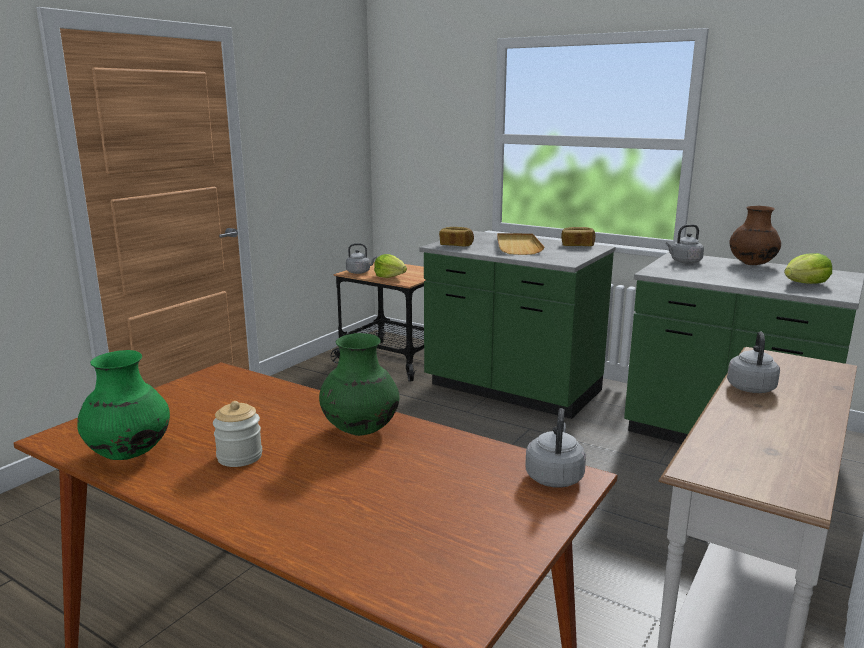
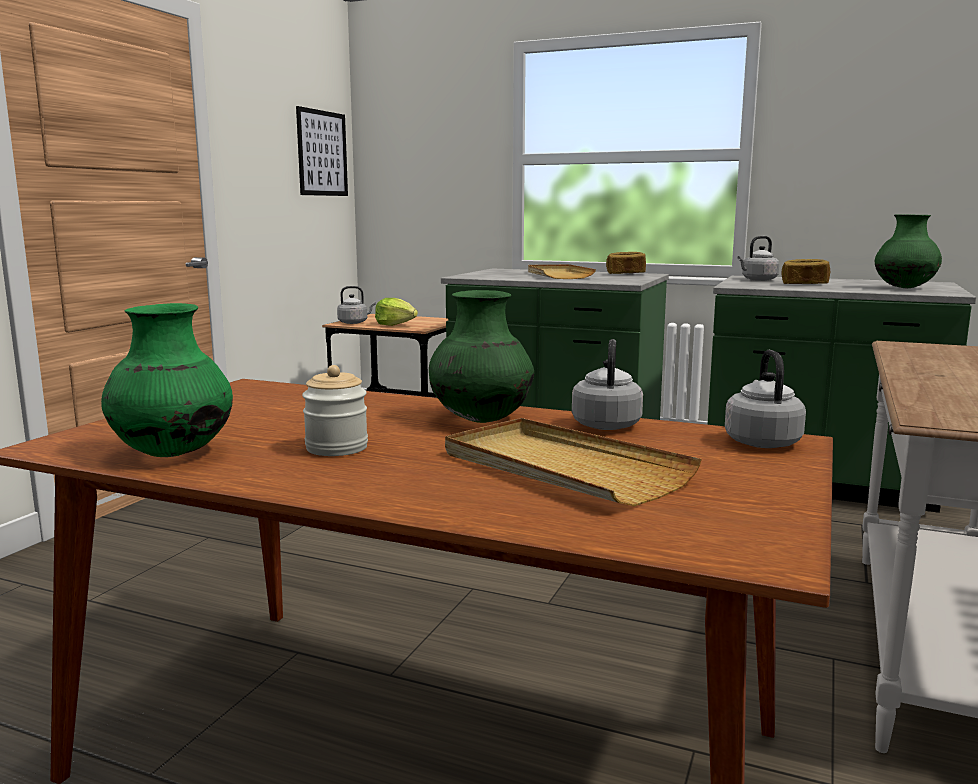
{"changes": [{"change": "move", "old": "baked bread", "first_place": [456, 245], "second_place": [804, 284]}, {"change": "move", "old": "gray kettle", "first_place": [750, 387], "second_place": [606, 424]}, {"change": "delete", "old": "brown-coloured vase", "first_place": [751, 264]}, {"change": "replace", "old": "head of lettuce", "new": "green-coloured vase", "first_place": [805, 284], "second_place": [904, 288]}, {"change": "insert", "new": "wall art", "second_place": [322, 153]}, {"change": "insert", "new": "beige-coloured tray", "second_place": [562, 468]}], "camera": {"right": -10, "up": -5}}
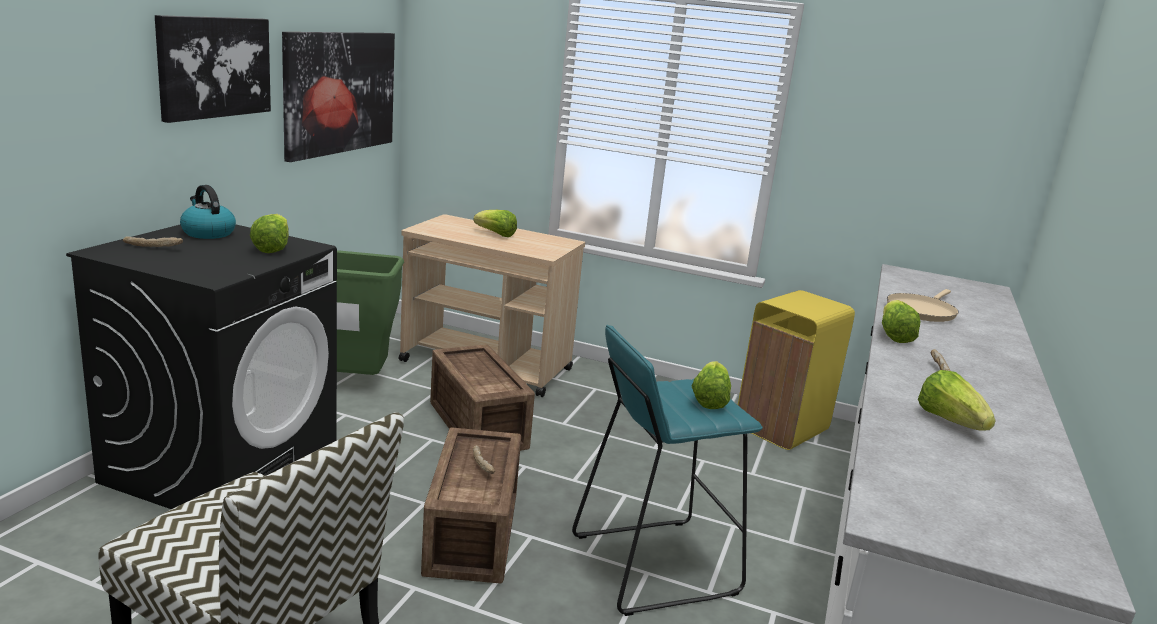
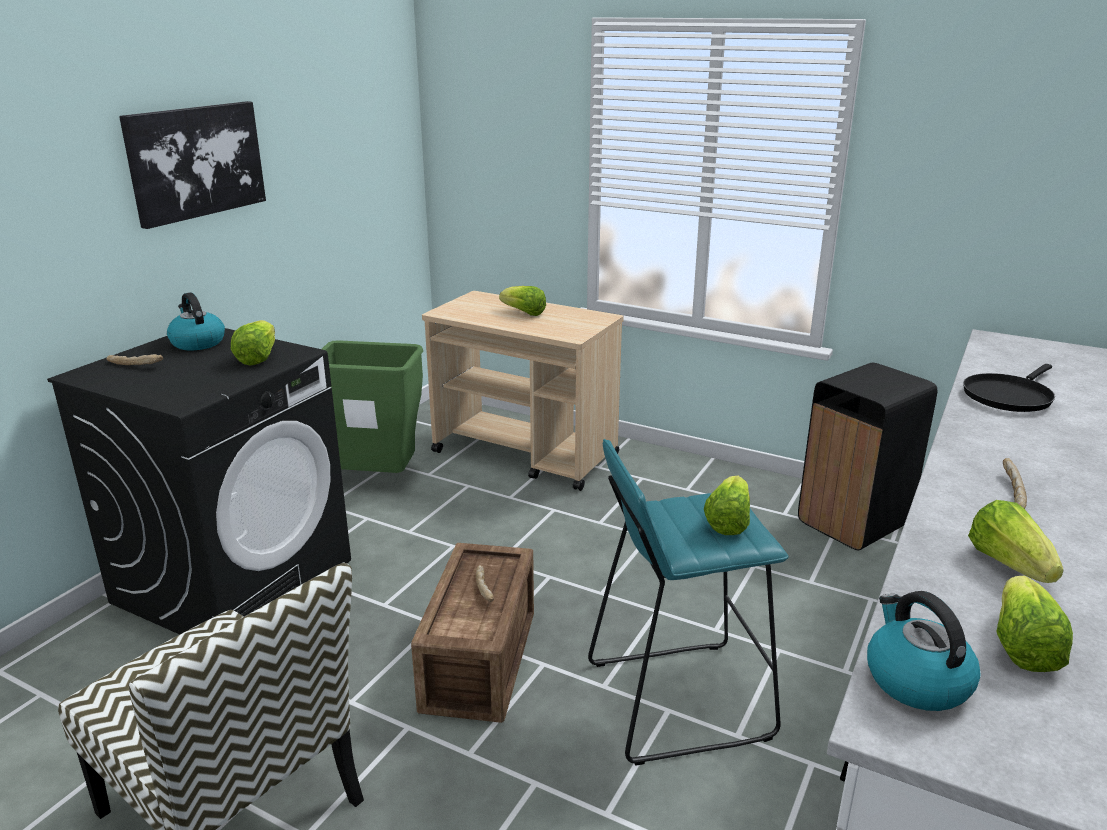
{"changes": [{"change": "delete", "old": "wall art", "first_place": [340, 92]}, {"change": "delete", "old": "shipping crate", "first_place": [479, 424]}, {"change": "recolor", "old": "yellowish trash can", "new": "black trash can", "first_place": [780, 428], "second_place": [852, 522]}, {"change": "move", "old": "head of lettuce", "first_place": [894, 336], "second_place": [1022, 646]}, {"change": "recolor", "old": "beige-coloured skillet", "new": "black skillet", "first_place": [922, 311], "second_place": [1009, 396]}, {"change": "insert", "new": "kettle", "second_place": [915, 680]}], "camera": {"right": 10, "up": 5}}
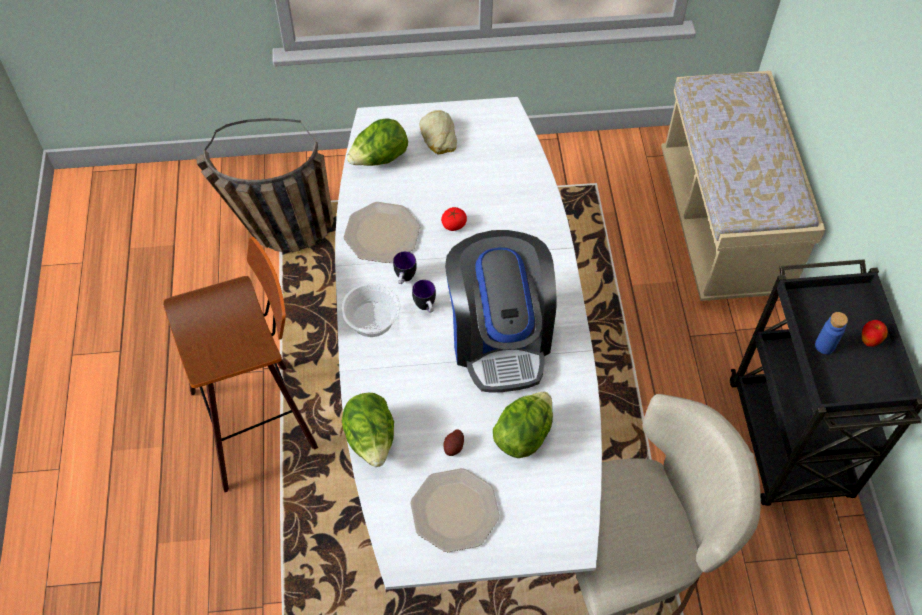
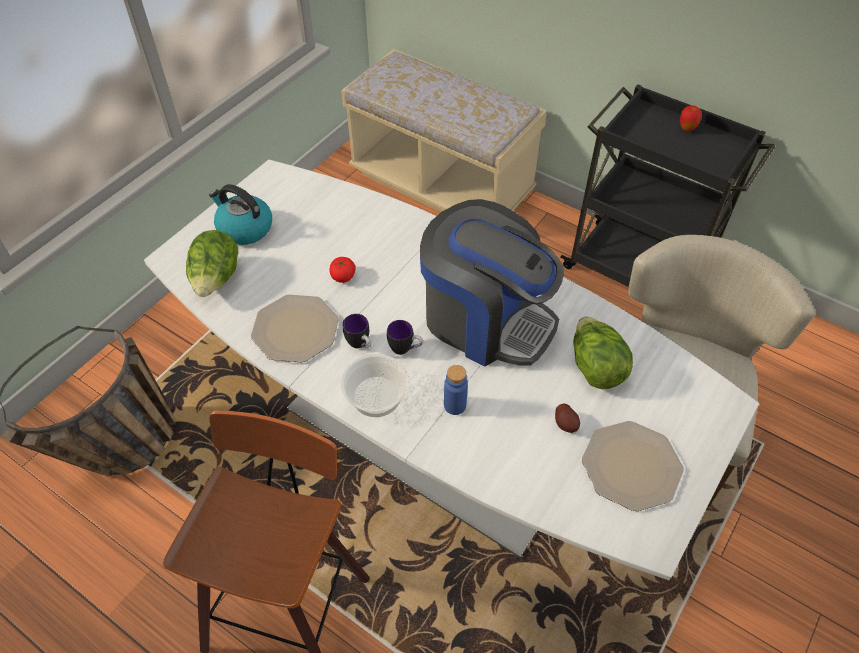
{"changes": [{"change": "delete", "old": "head of lettuce", "first_place": [371, 439]}, {"change": "replace", "old": "baked bread", "new": "kettle", "first_place": [438, 137], "second_place": [244, 228]}, {"change": "move", "old": "blue drink bottle", "first_place": [824, 346], "second_place": [455, 405]}], "camera": {"right": -50, "up": -5}}
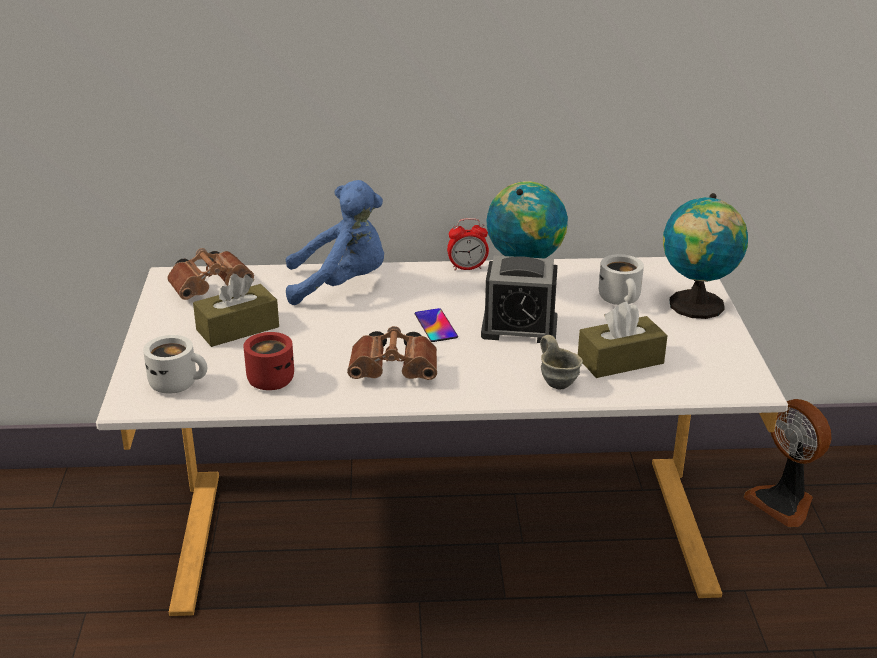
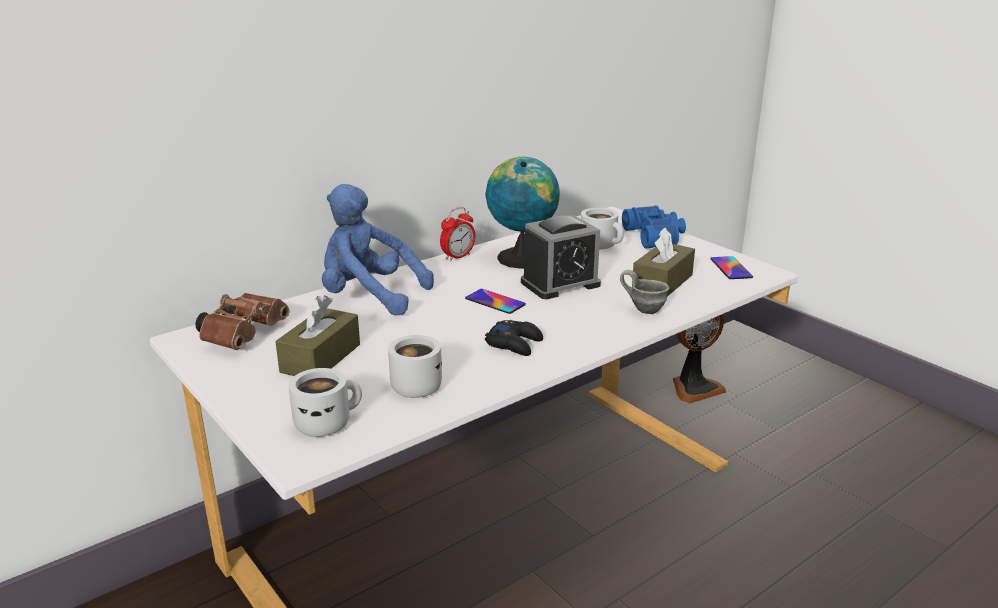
{"changes": [{"change": "recolor", "old": "red-coloured coffee mug", "new": "whitish coffee mug", "first_place": [270, 378], "second_place": [412, 386]}, {"change": "rotate", "old": "blue cuddly toy", "first_place": [341, 285], "second_place": [369, 297], "degrees": -120}, {"change": "replace", "old": "brown-coloured field glasses", "new": "black joypad", "first_place": [396, 372], "second_place": [514, 343]}, {"change": "replace", "old": "globe", "new": "blue field glasses", "first_place": [696, 307], "second_place": [655, 236]}, {"change": "rotate", "old": "electric fan", "first_place": [783, 502], "second_place": [694, 387], "degrees": -45}, {"change": "insert", "new": "handset", "second_place": [731, 268]}], "camera": {"right": -35, "up": -5}}
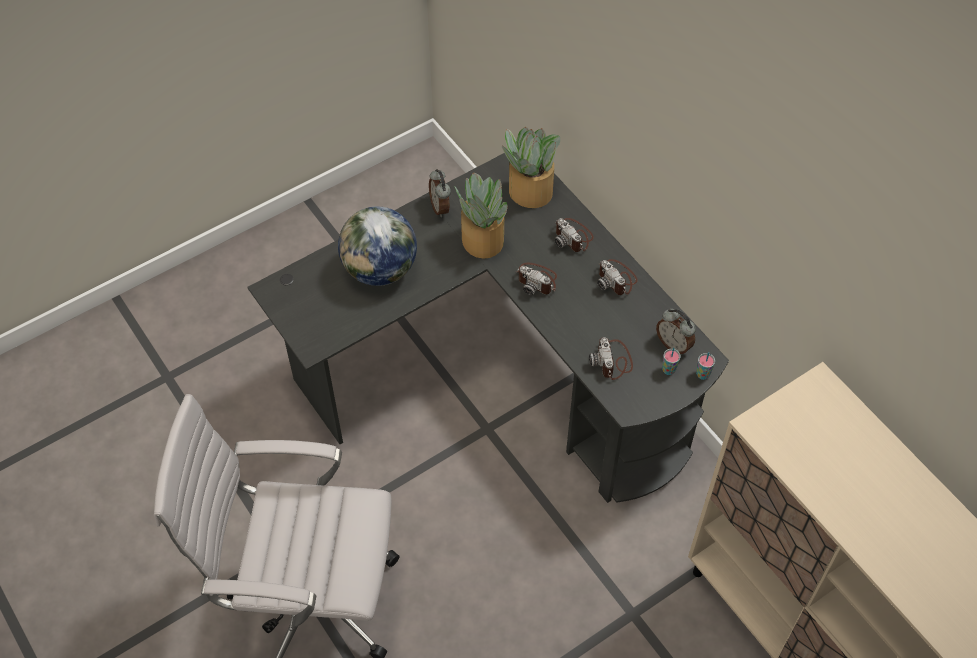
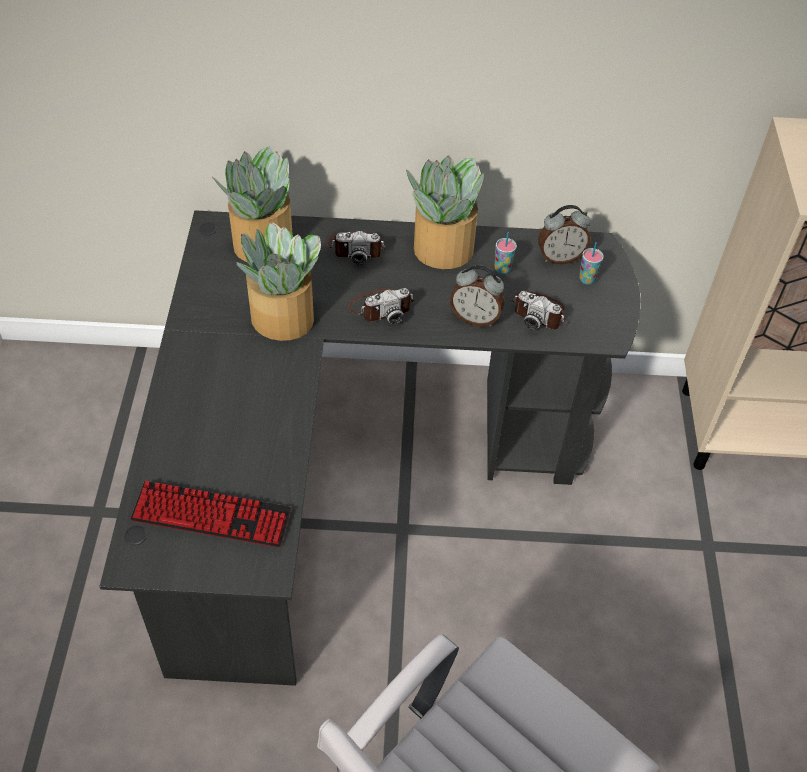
{"changes": [{"change": "delete", "old": "globe", "first_place": [380, 270]}, {"change": "move", "old": "table clock", "first_place": [440, 207], "second_place": [475, 318]}, {"change": "replace", "old": "still camera", "new": "potted plant", "first_place": [616, 279], "second_place": [442, 249]}, {"change": "move", "old": "drinking cup", "first_place": [702, 374], "second_place": [502, 269]}, {"change": "insert", "new": "PC keyboard", "second_place": [211, 515]}], "camera": {"right": -55, "up": -5}}
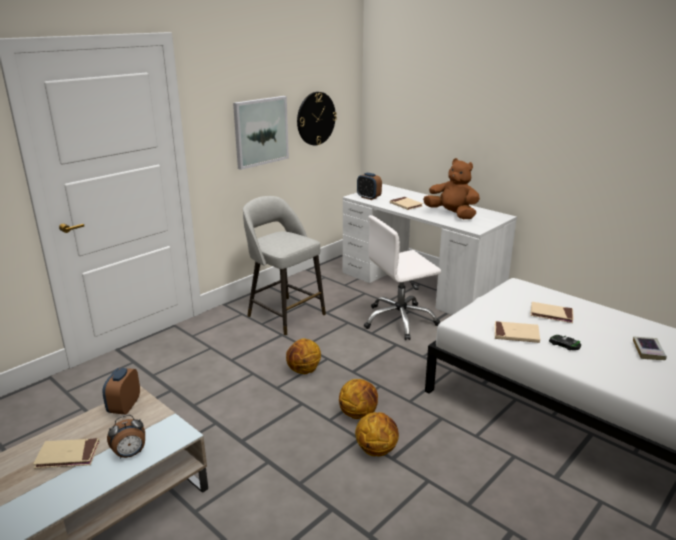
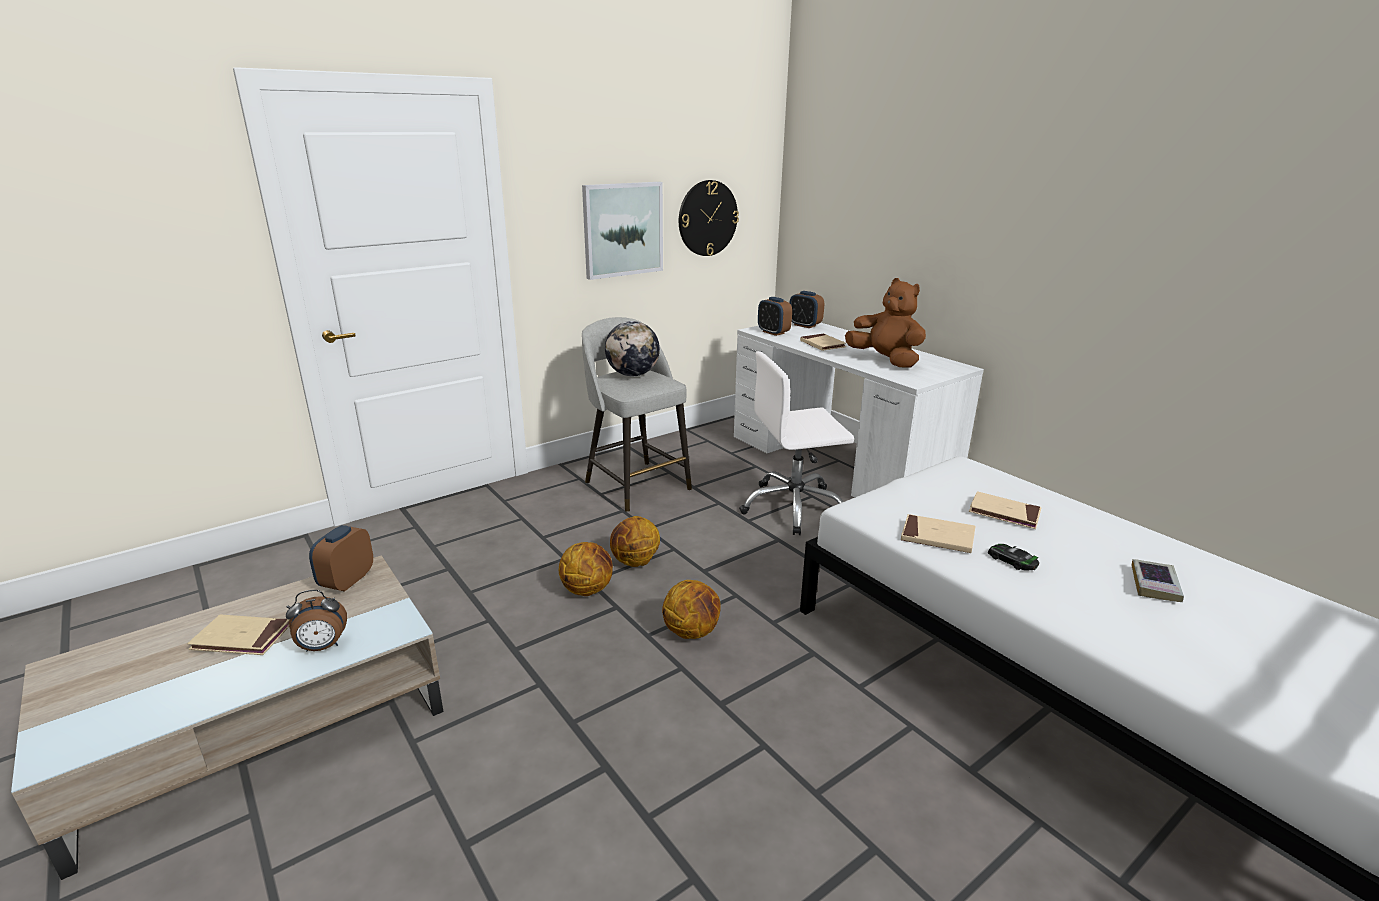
{"changes": [{"change": "move", "old": "ball for basketball", "first_place": [376, 449], "second_place": [587, 589]}, {"change": "insert", "new": "globe", "second_place": [633, 375]}, {"change": "insert", "new": "table clock", "second_place": [804, 325]}], "camera": {"right": 10, "up": 0}}
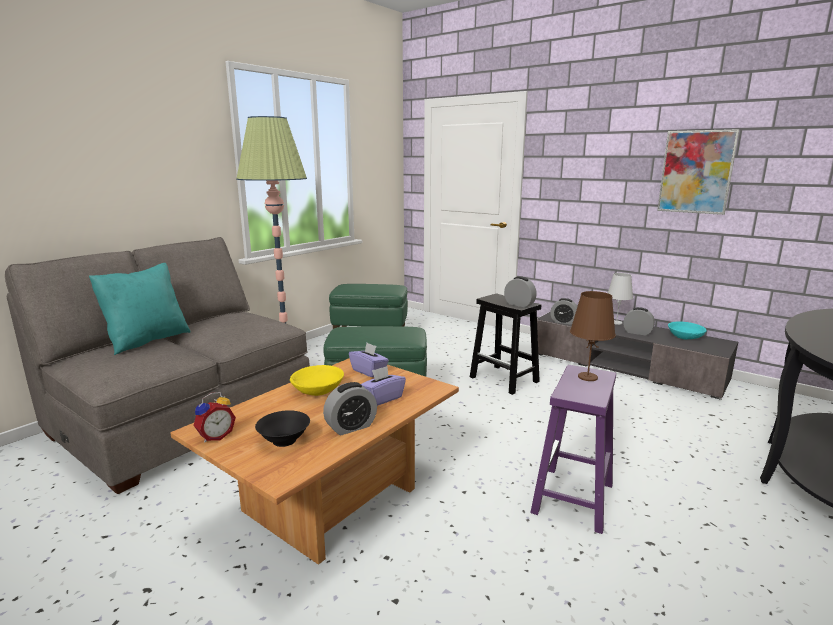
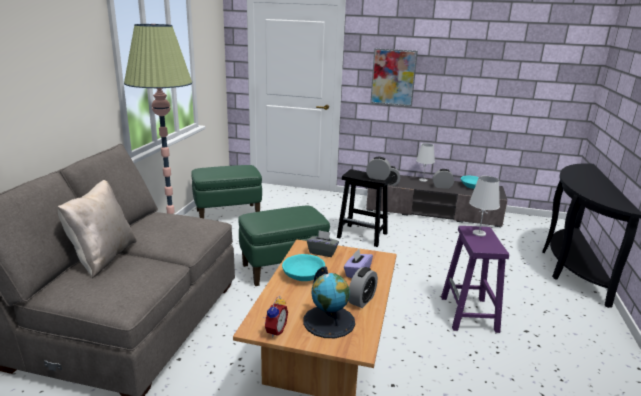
{"changes": [{"change": "recolor", "old": "turquoise cushion", "new": "beige-coloured cushion", "first_place": [147, 340], "second_place": [103, 257]}, {"change": "replace", "old": "black deep dish", "new": "globe", "first_place": [284, 440], "second_place": [329, 321]}, {"change": "recolor", "old": "yellowish deep dish", "new": "turquoise deep dish", "first_place": [318, 389], "second_place": [303, 275]}, {"change": "recolor", "old": "purple-coloured tissue box", "new": "gray tissue box", "first_place": [369, 371], "second_place": [322, 252]}, {"change": "recolor", "old": "brown-coloured lamp for a table", "new": "whitish lamp for a table", "first_place": [587, 377], "second_place": [479, 233]}, {"change": "move", "old": "wall art", "first_place": [696, 172], "second_place": [393, 77]}], "camera": {"right": -25, "up": 5}}
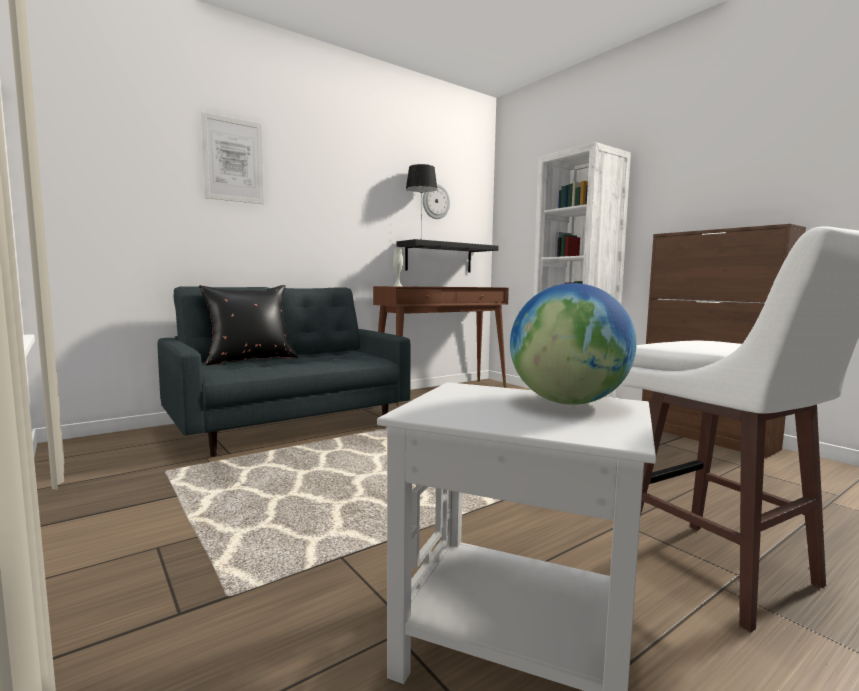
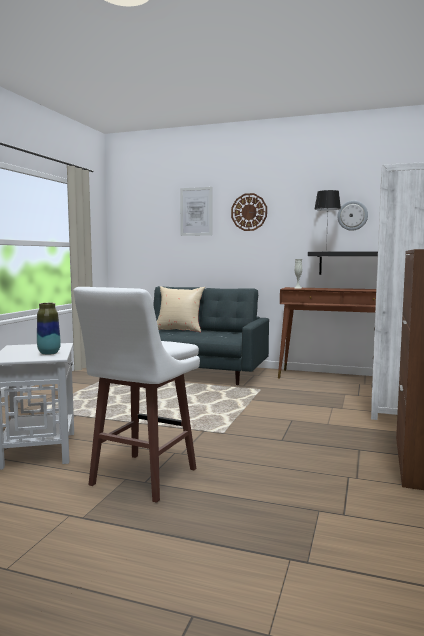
{"changes": [{"change": "recolor", "old": "black cushion", "new": "beige-coloured cushion", "first_place": [250, 360], "second_place": [179, 330]}, {"change": "replace", "old": "globe", "new": "vase", "first_place": [568, 402], "second_place": [49, 353]}, {"change": "insert", "new": "wall clock", "second_place": [249, 212]}], "camera": {"right": 55, "up": 0}}
